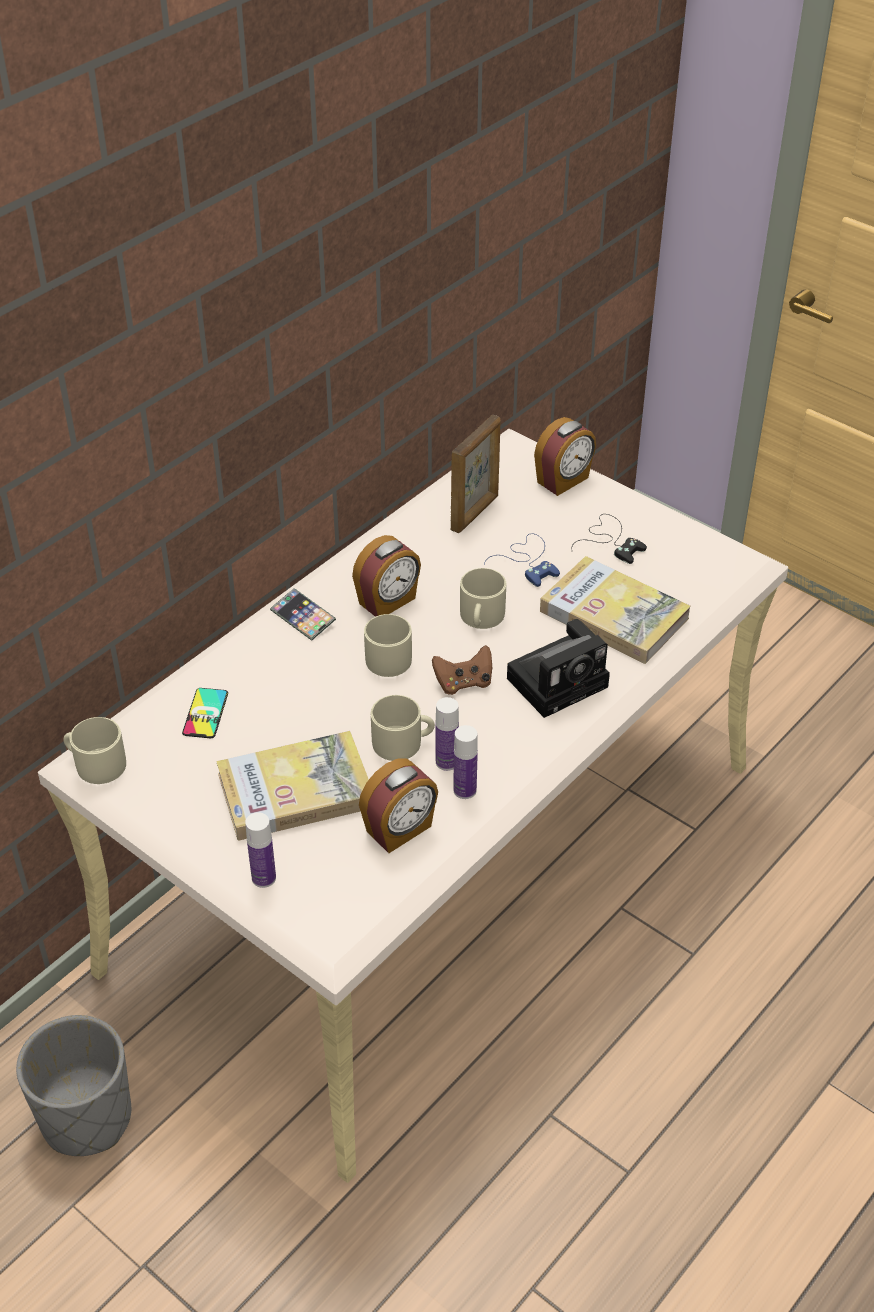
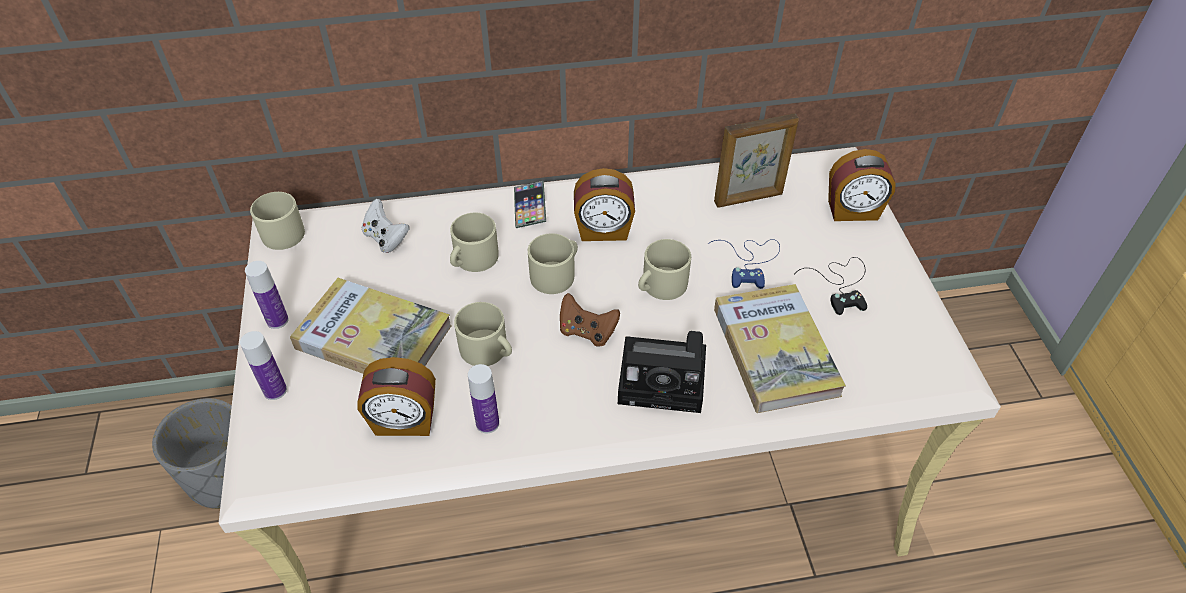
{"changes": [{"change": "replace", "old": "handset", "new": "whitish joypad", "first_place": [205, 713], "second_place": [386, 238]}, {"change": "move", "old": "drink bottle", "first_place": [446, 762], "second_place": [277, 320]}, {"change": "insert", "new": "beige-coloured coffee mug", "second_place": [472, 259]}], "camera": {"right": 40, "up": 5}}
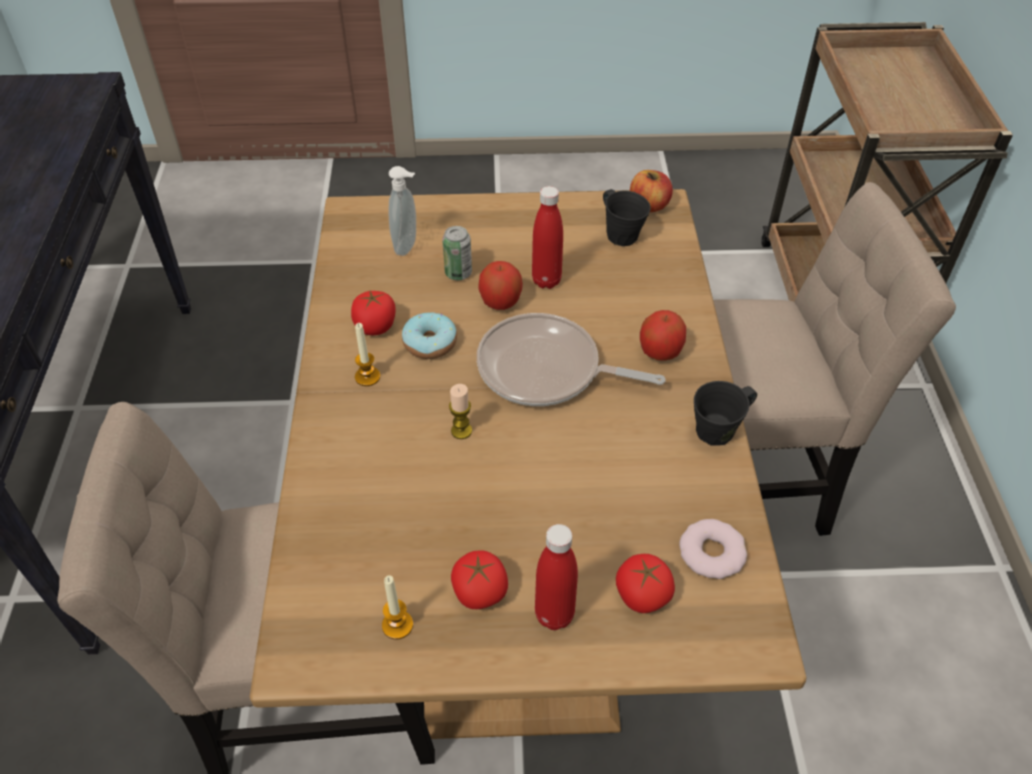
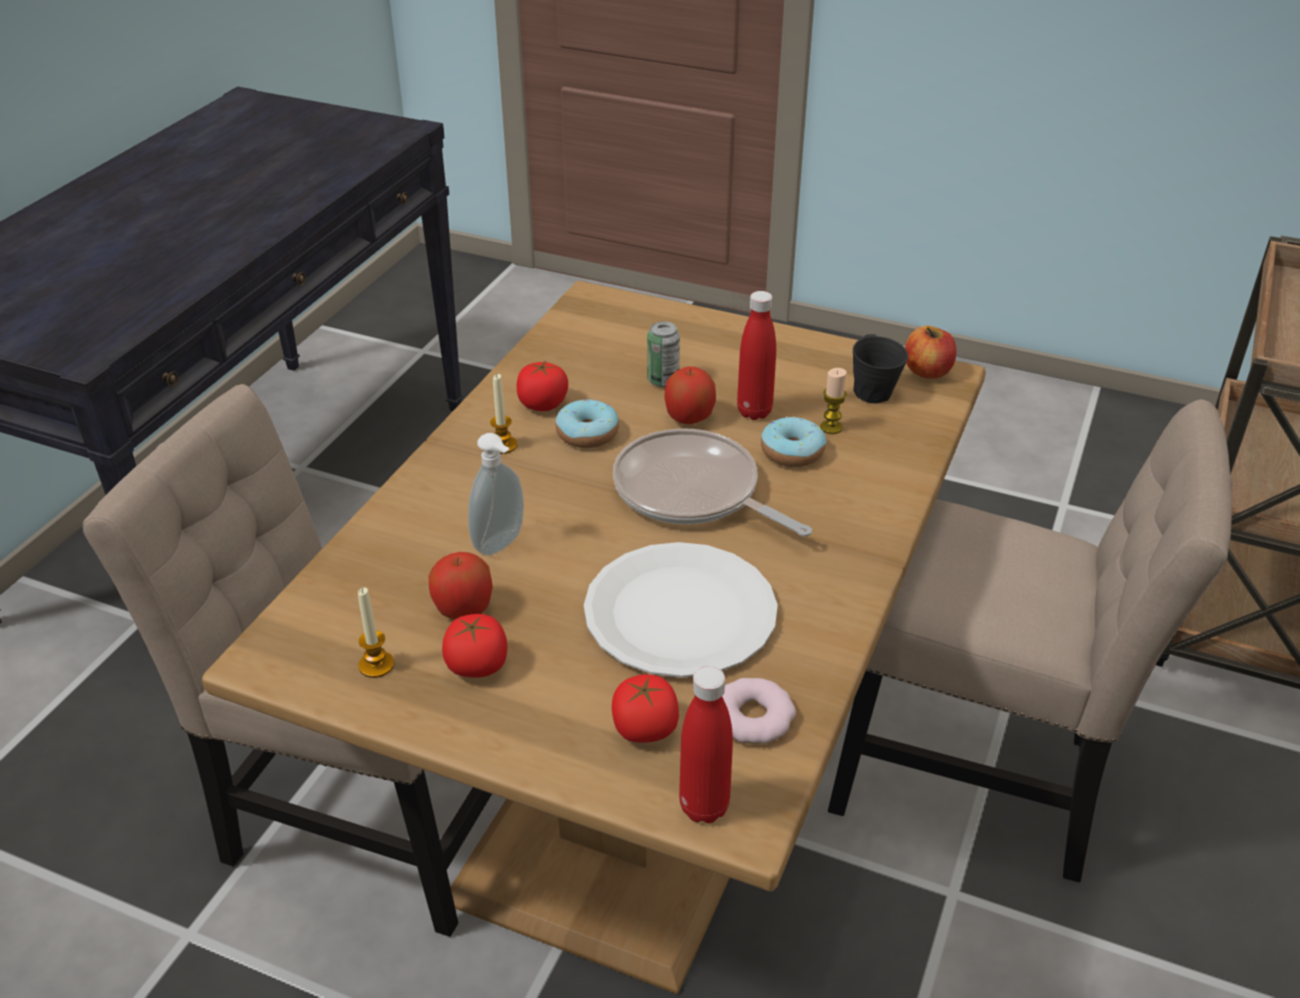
{"changes": [{"change": "move", "old": "soap dispenser", "first_place": [408, 246], "second_place": [501, 545]}, {"change": "move", "old": "wax candle", "first_place": [461, 431], "second_place": [831, 427]}, {"change": "move", "old": "red-coloured drink bottle", "first_place": [554, 615], "second_place": [704, 807]}, {"change": "move", "old": "apple fruit", "first_place": [660, 352], "second_place": [464, 610]}, {"change": "delete", "old": "black coffee mug", "first_place": [717, 431]}, {"change": "insert", "new": "whitish plate", "second_place": [679, 613]}, {"change": "insert", "new": "doughnut", "second_place": [792, 452]}], "camera": {"right": 25, "up": -10}}
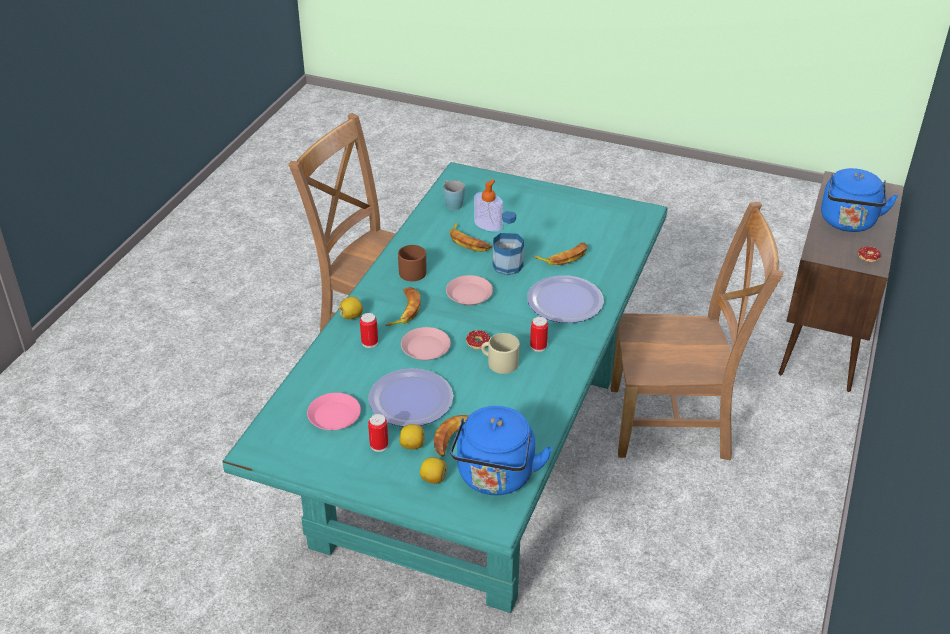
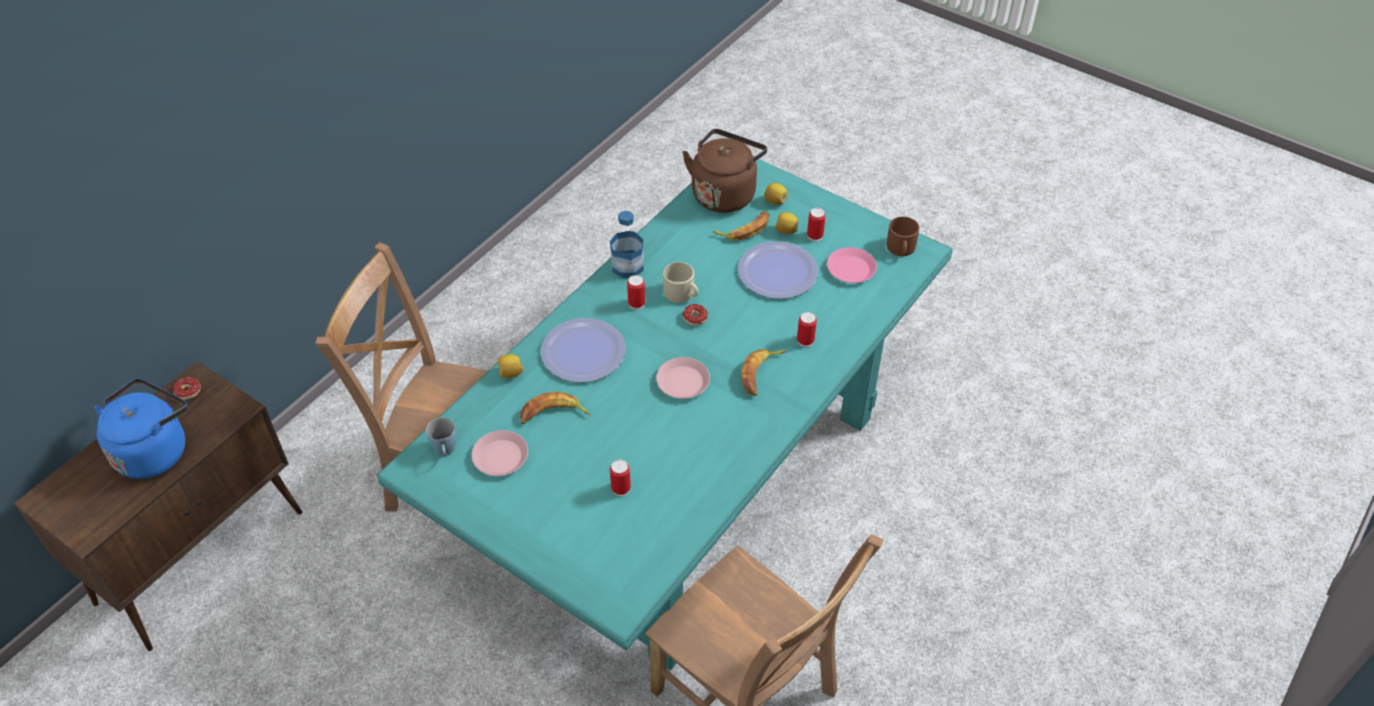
{"changes": [{"change": "move", "old": "citrus fruit", "first_place": [352, 316], "second_place": [510, 373]}, {"change": "move", "old": "brown-coloured coffee mug", "first_place": [412, 270], "second_place": [901, 248]}, {"change": "move", "old": "pinkish plate", "first_place": [425, 348], "second_place": [501, 456]}, {"change": "move", "old": "blue coffee mug", "first_place": [452, 203], "second_place": [445, 451]}, {"change": "delete", "old": "banana", "first_place": [469, 241]}, {"change": "recolor", "old": "blue kettle", "new": "brown-coloured kettle", "first_place": [495, 478], "second_place": [724, 193]}, {"change": "replace", "old": "soap dispenser", "new": "sealed can", "first_place": [488, 225], "second_place": [621, 488]}, {"change": "move", "old": "drink bottle", "first_place": [507, 266], "second_place": [627, 266]}], "camera": {"right": -165, "up": 10}}
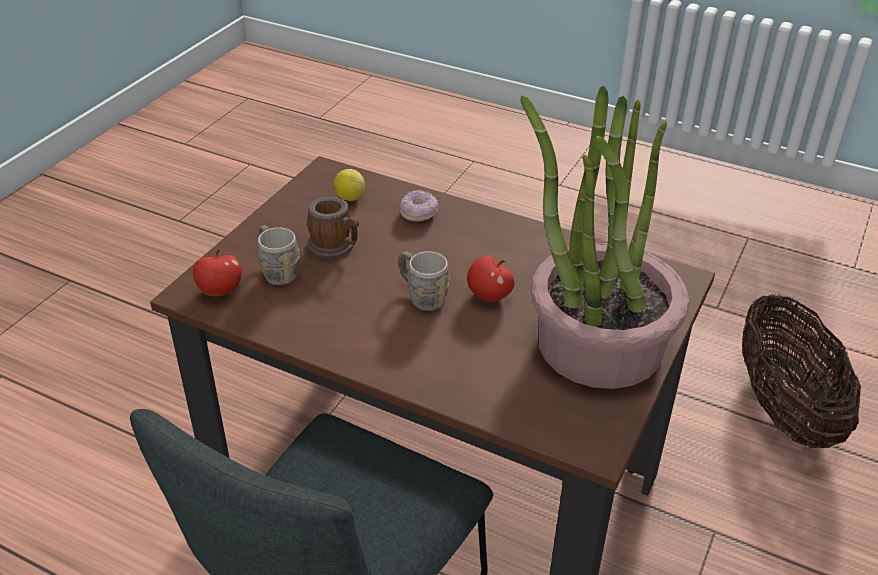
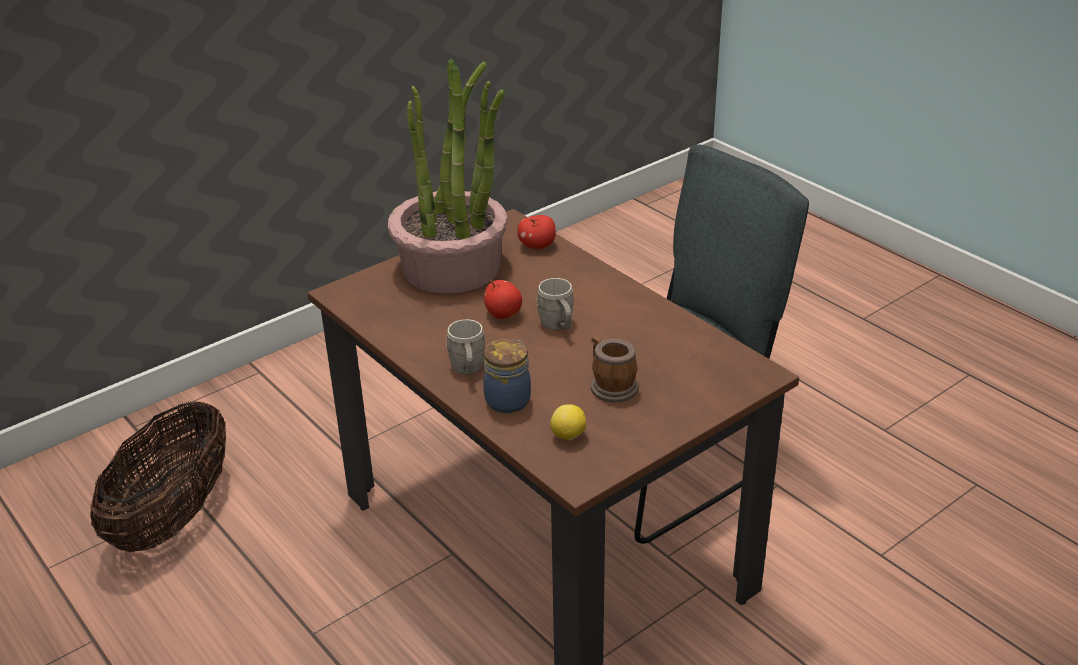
{"changes": [{"change": "move", "old": "apple fruit", "first_place": [220, 291], "second_place": [537, 246]}, {"change": "move", "old": "gray coffee mug", "first_place": [277, 271], "second_place": [468, 370]}, {"change": "replace", "old": "doughnut", "new": "jar", "first_place": [419, 214], "second_place": [509, 400]}], "camera": {"right": -155, "up": -5}}
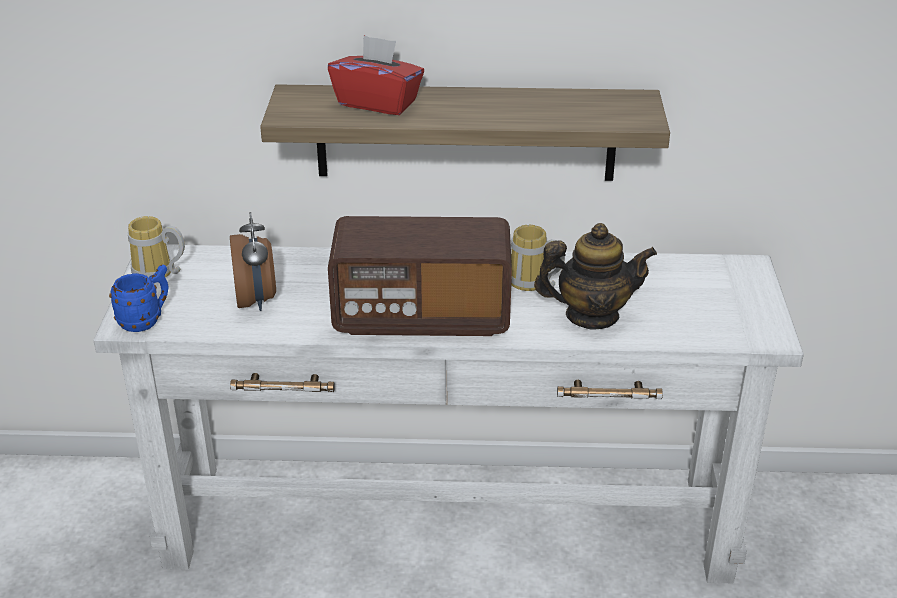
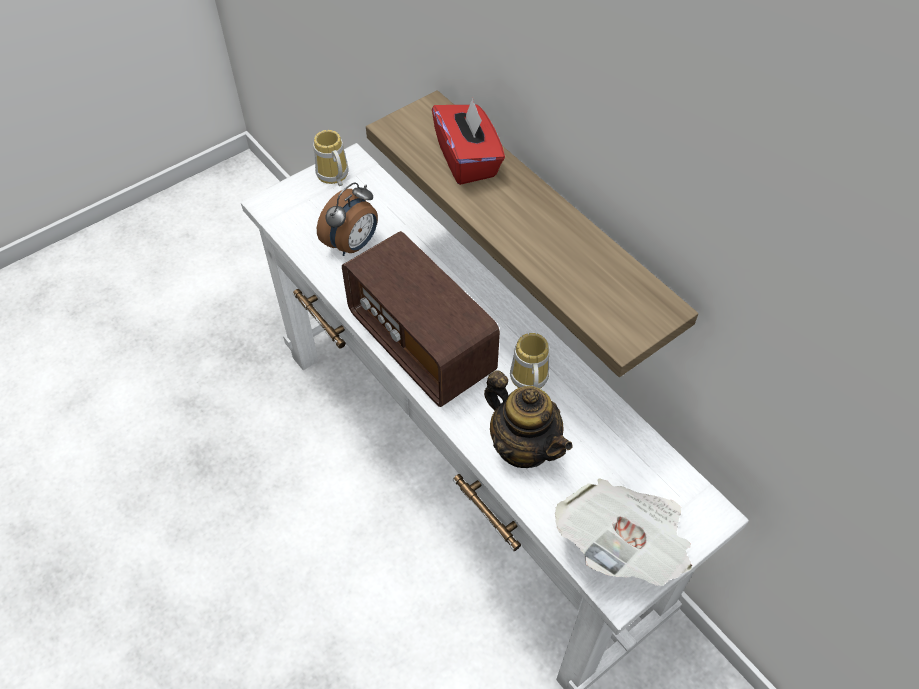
{"changes": [{"change": "delete", "old": "blue coffee mug", "first_place": [146, 320]}, {"change": "insert", "new": "daily paper", "second_place": [623, 543]}], "camera": {"right": 50, "up": 20}}
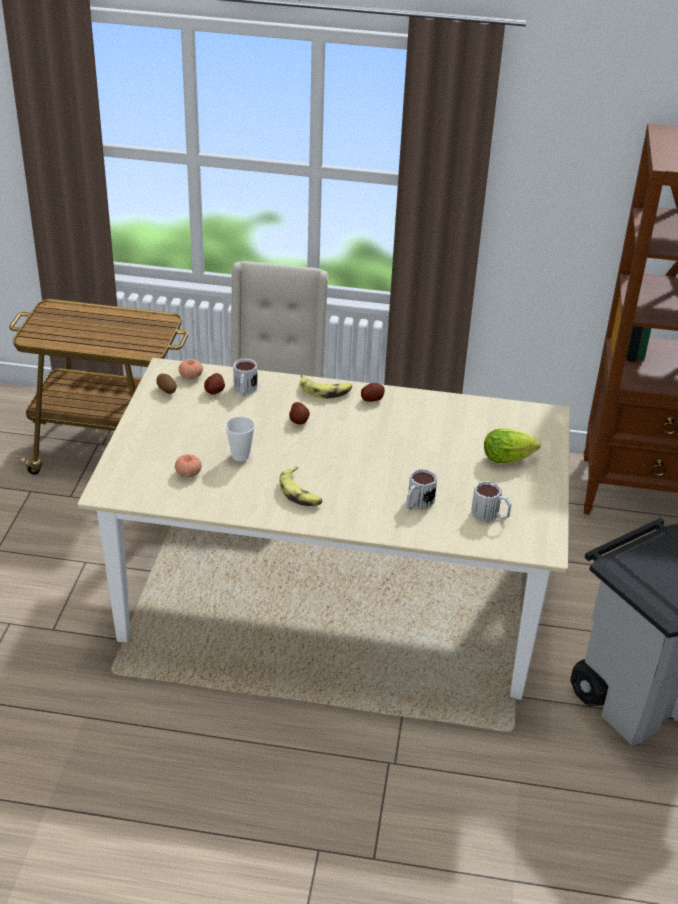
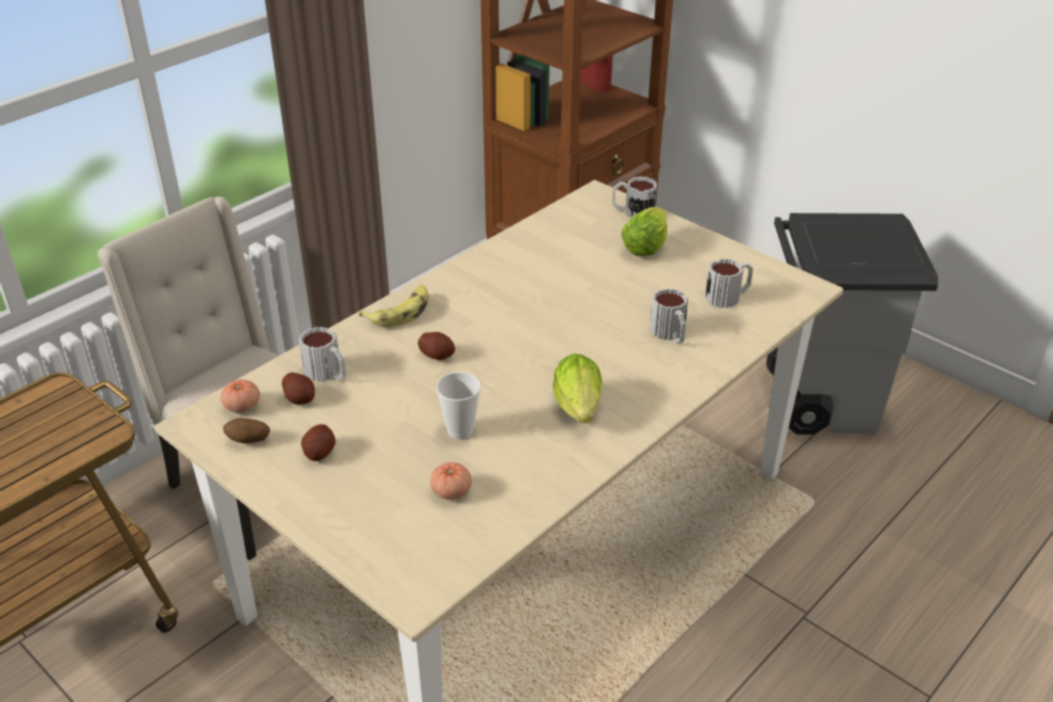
{"changes": [{"change": "replace", "old": "banana", "new": "head of lettuce", "first_place": [300, 493], "second_place": [579, 411]}, {"change": "move", "old": "potato", "first_place": [372, 399], "second_place": [319, 452]}, {"change": "insert", "new": "coffee mug", "second_place": [632, 212]}], "camera": {"right": -55, "up": 0}}
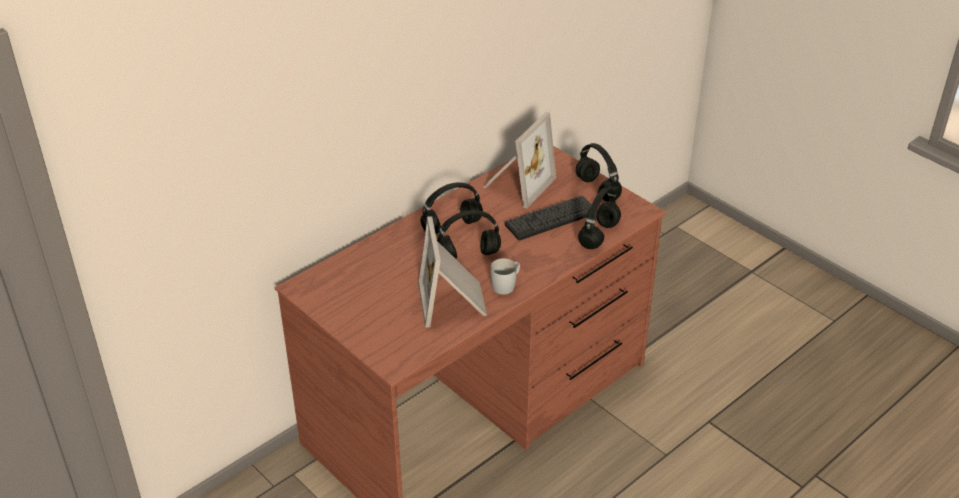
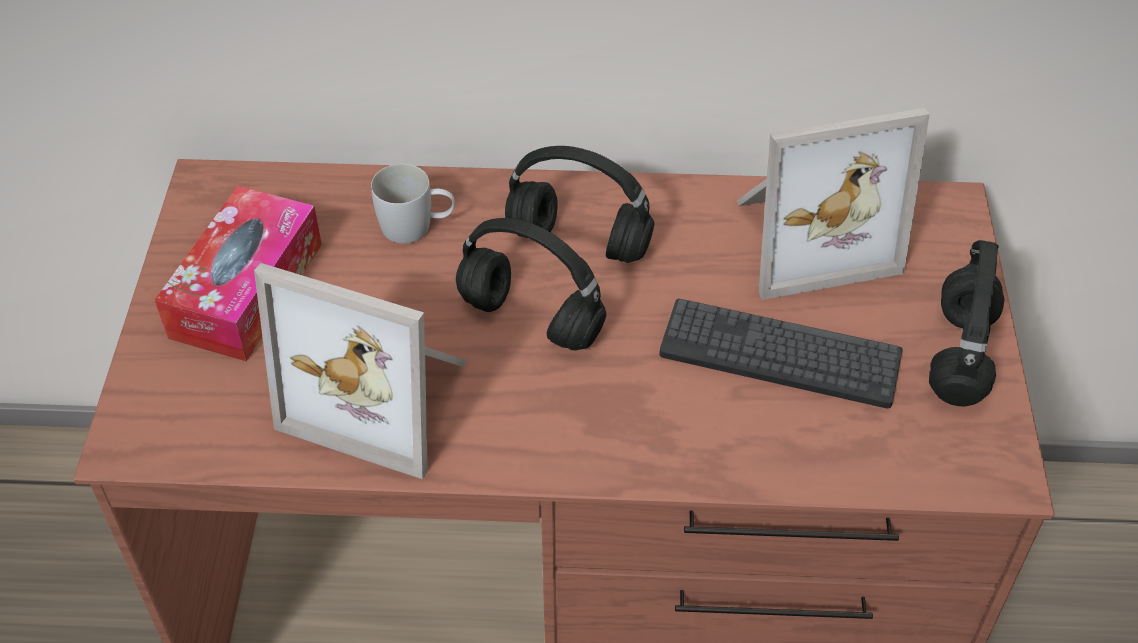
{"changes": [{"change": "rotate", "old": "photo frame", "first_place": [453, 301], "second_place": [383, 395], "degrees": -105}, {"change": "move", "old": "whitish coffee mug", "first_place": [506, 285], "second_place": [417, 227]}, {"change": "delete", "old": "black pair of headphones", "first_place": [599, 236]}, {"change": "insert", "new": "tissue box", "second_place": [246, 290]}], "camera": {"right": 45, "up": 10}}
